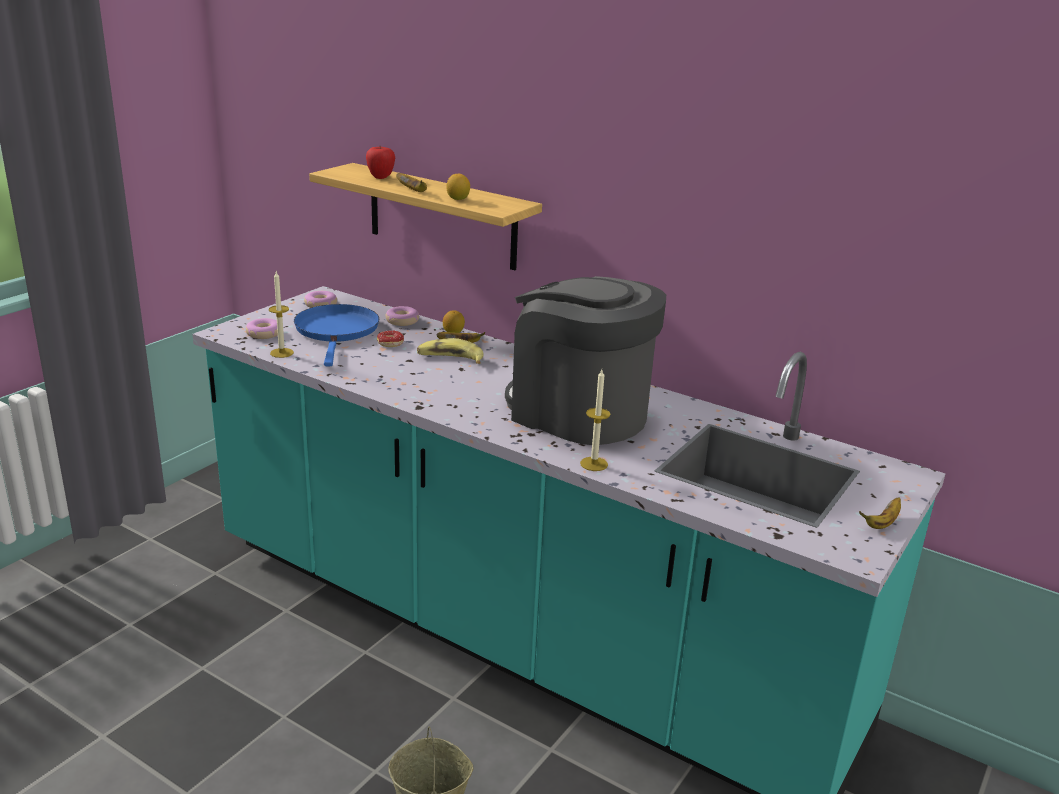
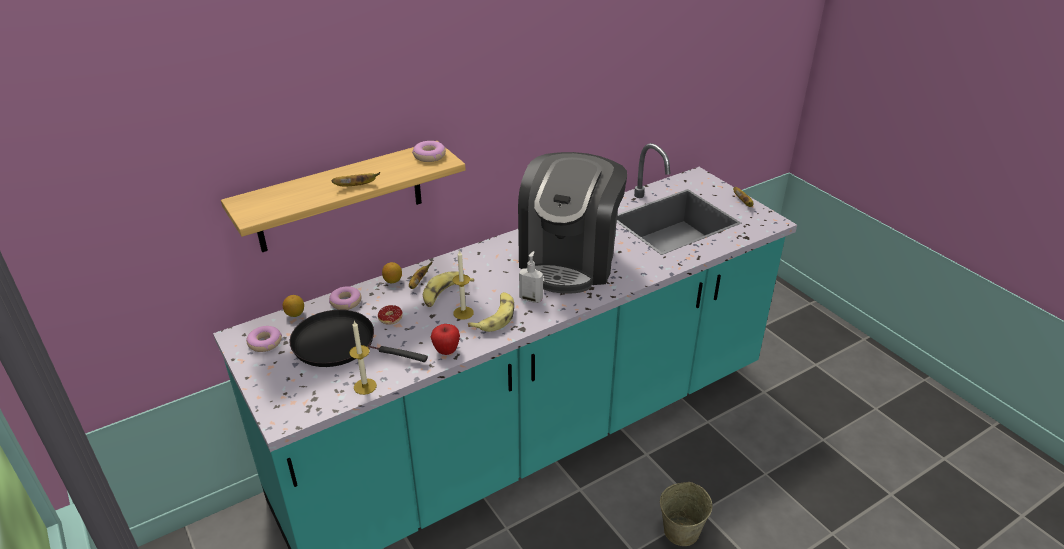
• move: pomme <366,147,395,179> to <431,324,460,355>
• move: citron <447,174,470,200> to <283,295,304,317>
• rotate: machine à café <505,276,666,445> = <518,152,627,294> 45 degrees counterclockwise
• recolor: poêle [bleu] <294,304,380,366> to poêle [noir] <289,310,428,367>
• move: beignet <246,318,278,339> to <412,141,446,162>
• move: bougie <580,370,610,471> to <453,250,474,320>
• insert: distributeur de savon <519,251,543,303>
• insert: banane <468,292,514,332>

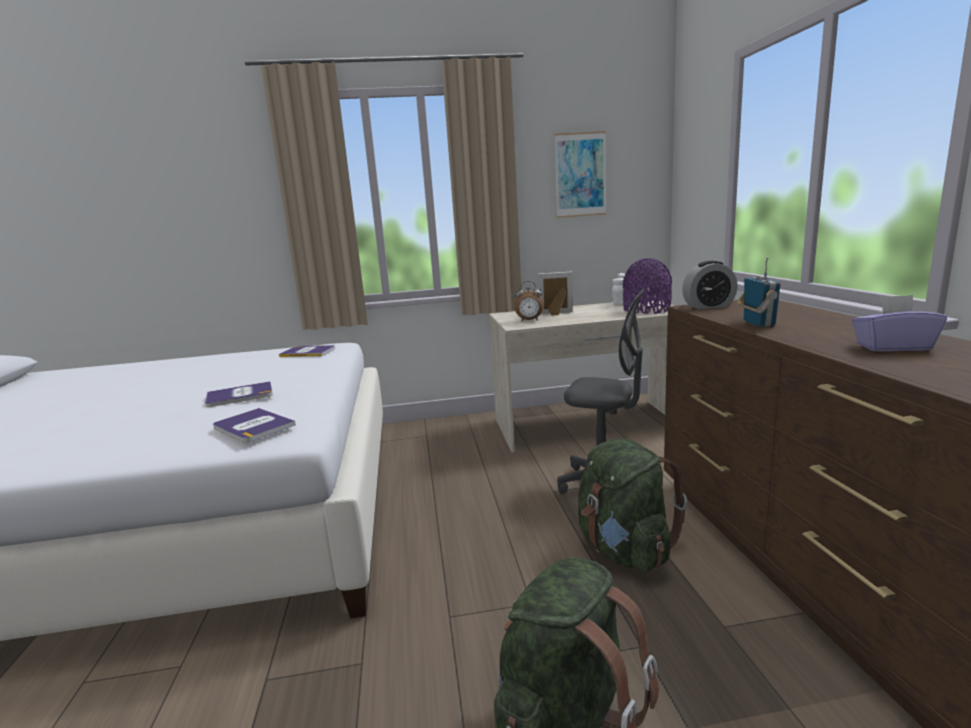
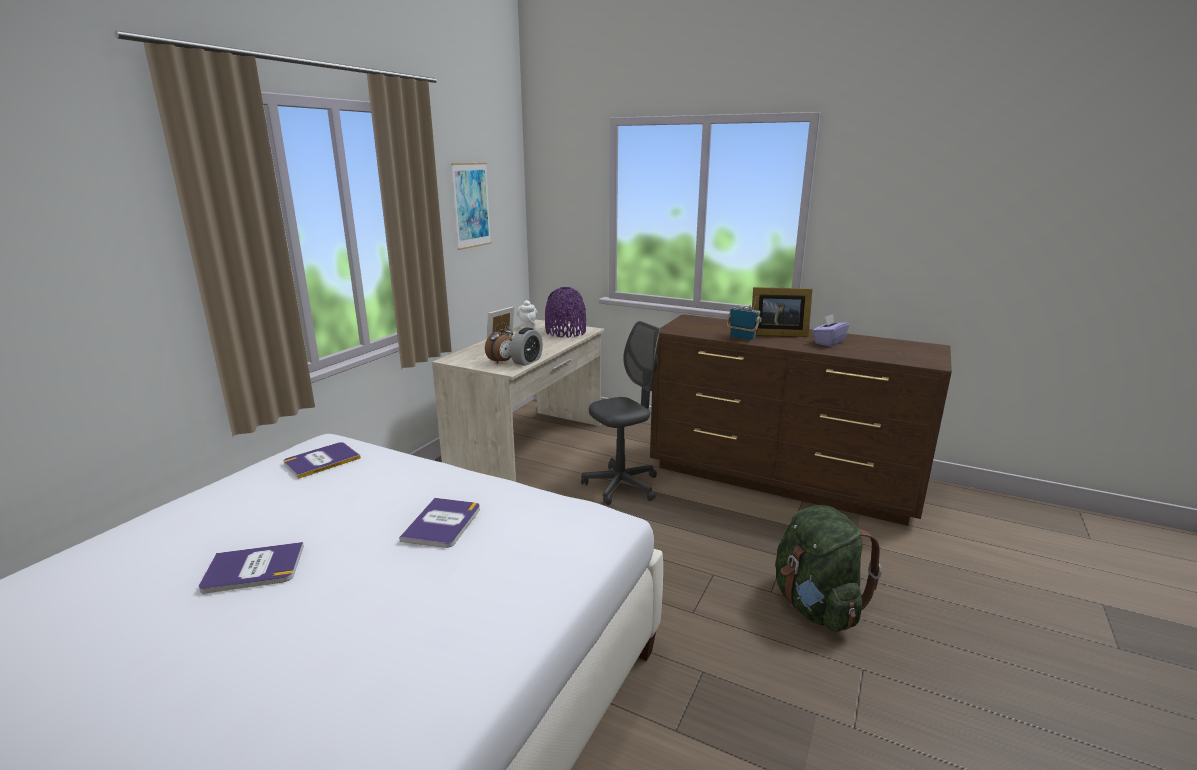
• move: réveil <682,261,738,309> to <510,327,543,366>
• move: livre <213,408,296,442> to <199,542,304,593>
• delete: sac à dos [vert] <578,439,687,572>
• insert: cadre photo <752,287,813,337>

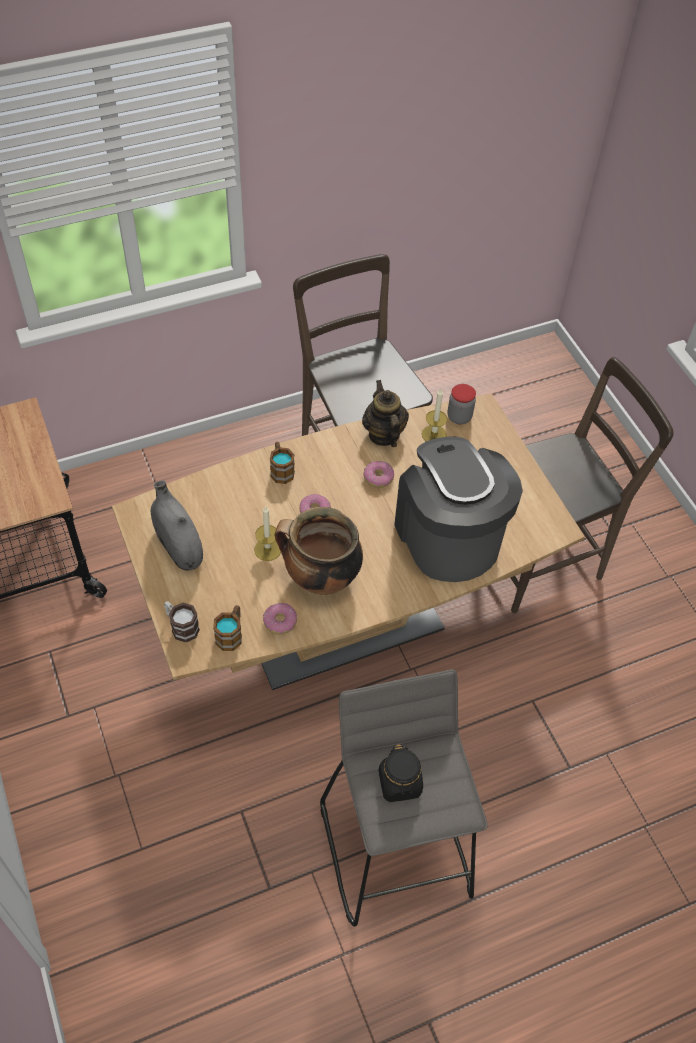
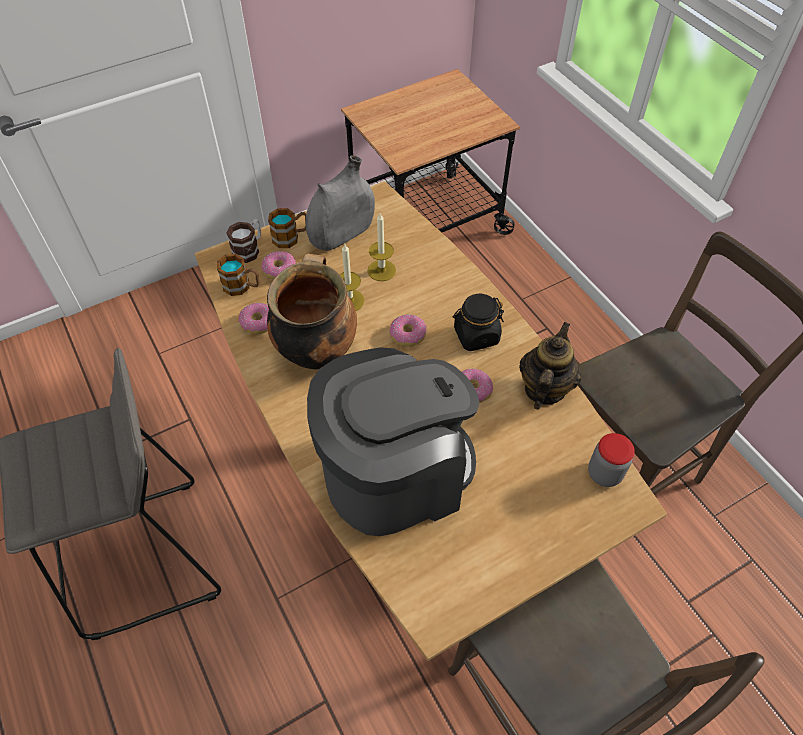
• rotate: théière <362,380,409,447> = <519,322,581,410> 45 degrees counterclockwise
• move: bougie <422,389,447,441> to <367,213,396,281>
• move: mug <270,442,295,484> to <268,208,306,248>
• move: bocal [noir] <378,744,423,802> to <453,294,504,351>
• insert: beignet <261,251,296,280>

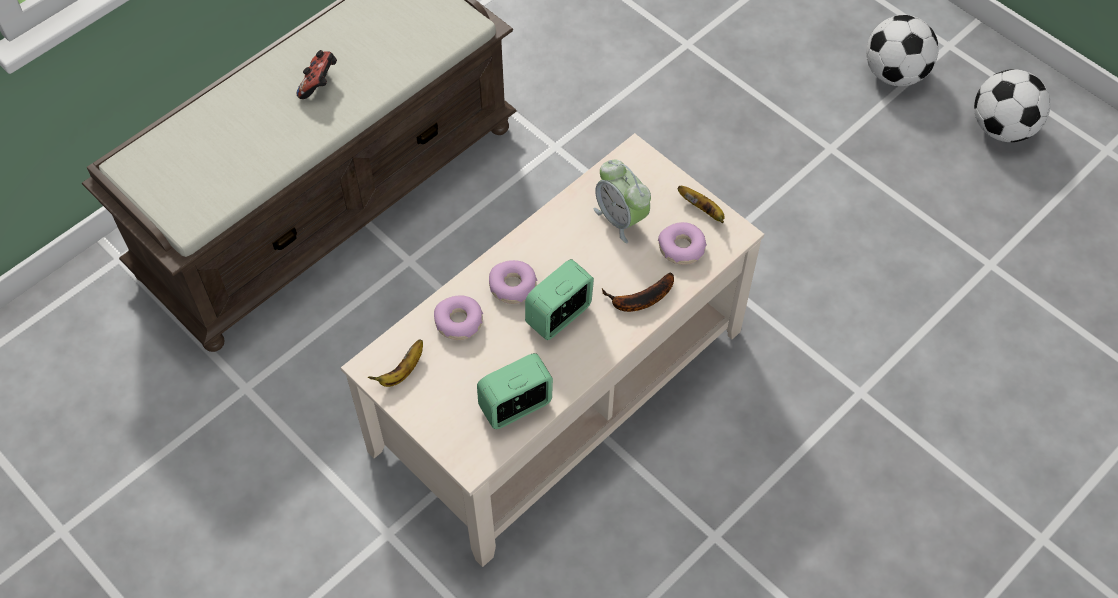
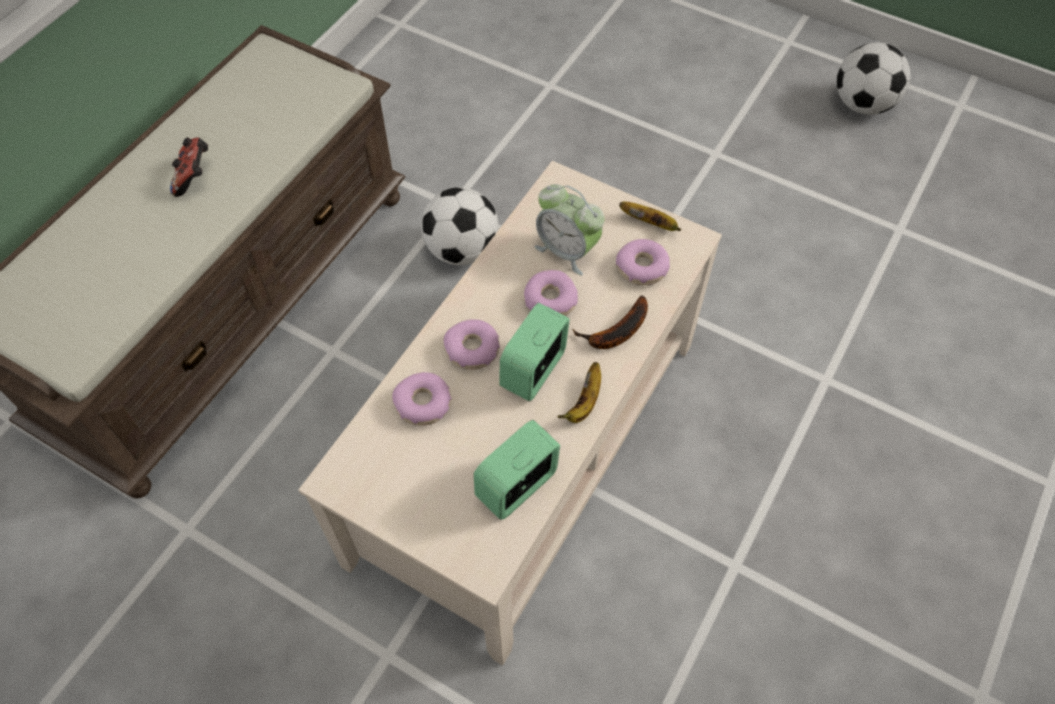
• move: ballon de foot <866,15,939,86> to <421,187,499,265>
• move: banane <368,339,423,387> to <557,362,601,423>
• insert: beignet <524,270,578,316>

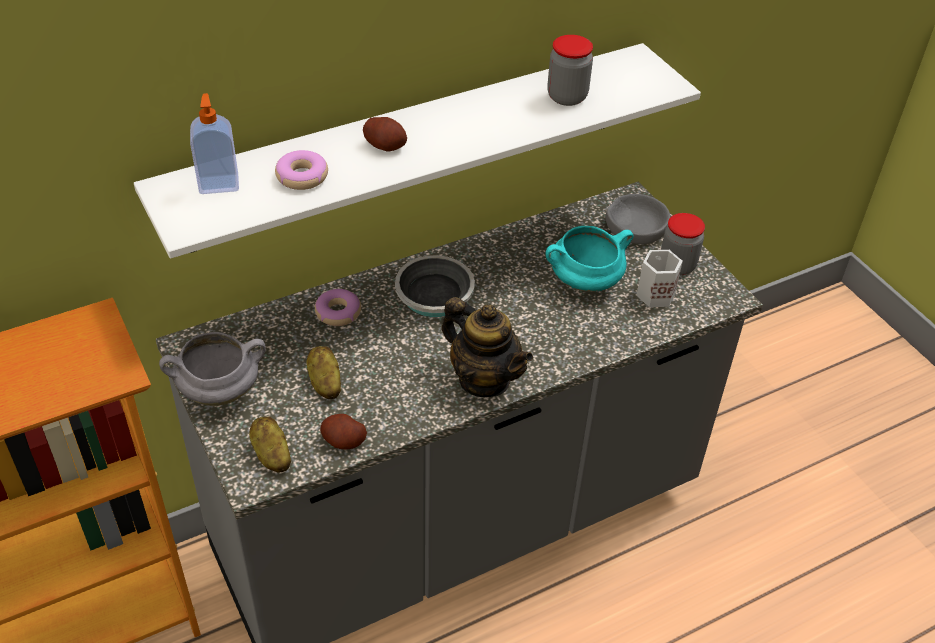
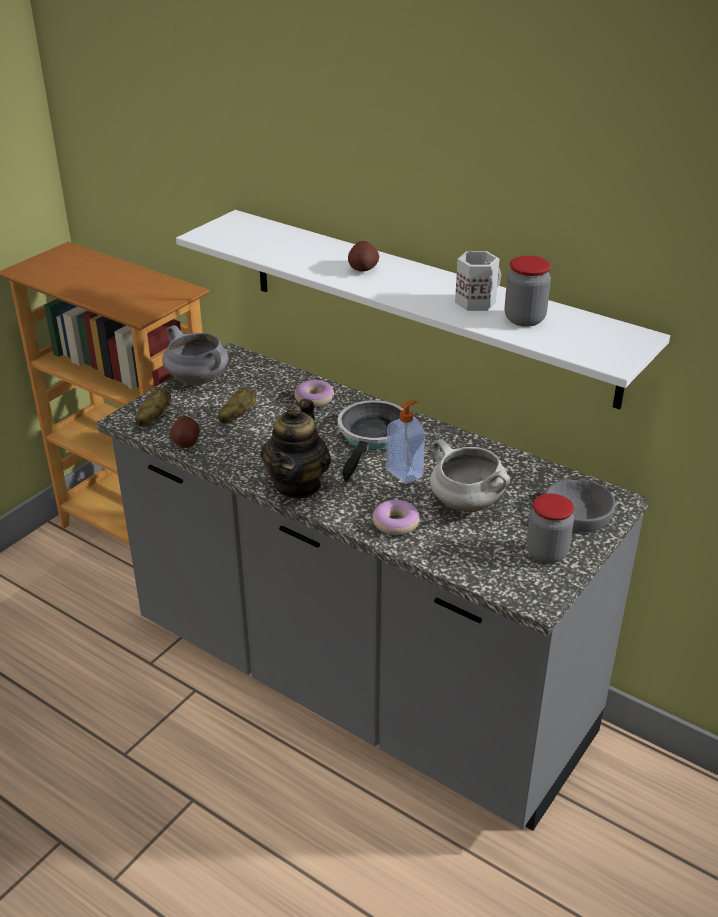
• move: distributeur de savon <190,93,239,194> to <386,400,425,484>
• move: beignet <275,150,328,190> to <373,500,420,535>
• recolor: marmite [turquoise] <545,226,634,292> to marmite [blanc] <430,439,510,512>
• move: mug [blanc] <637,250,683,307> to <455,251,502,311>

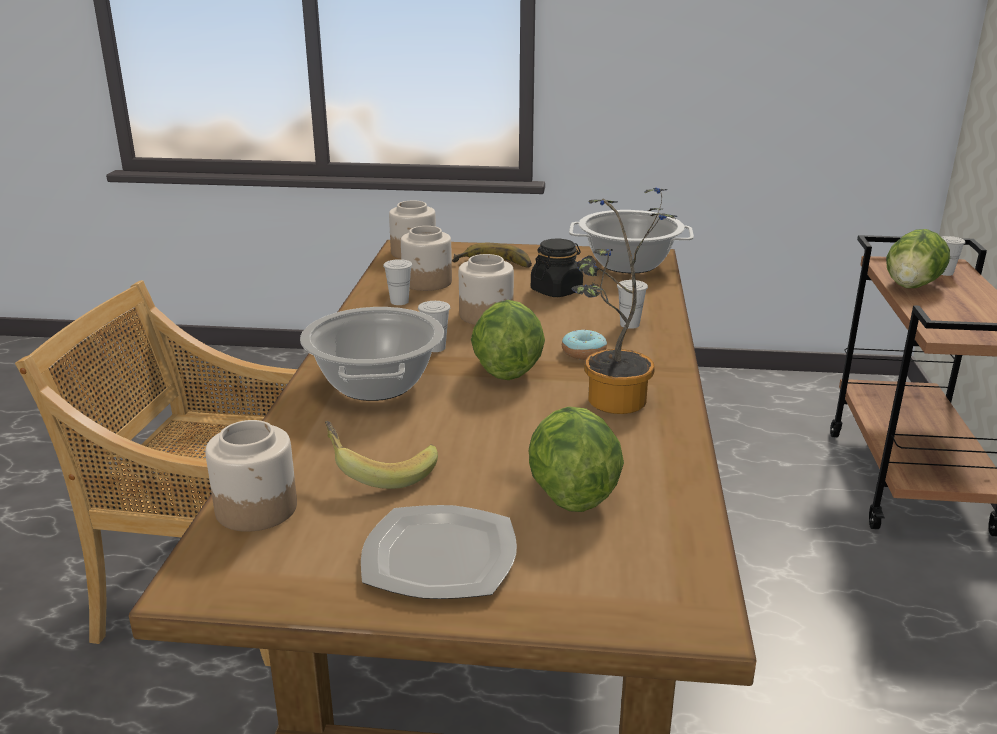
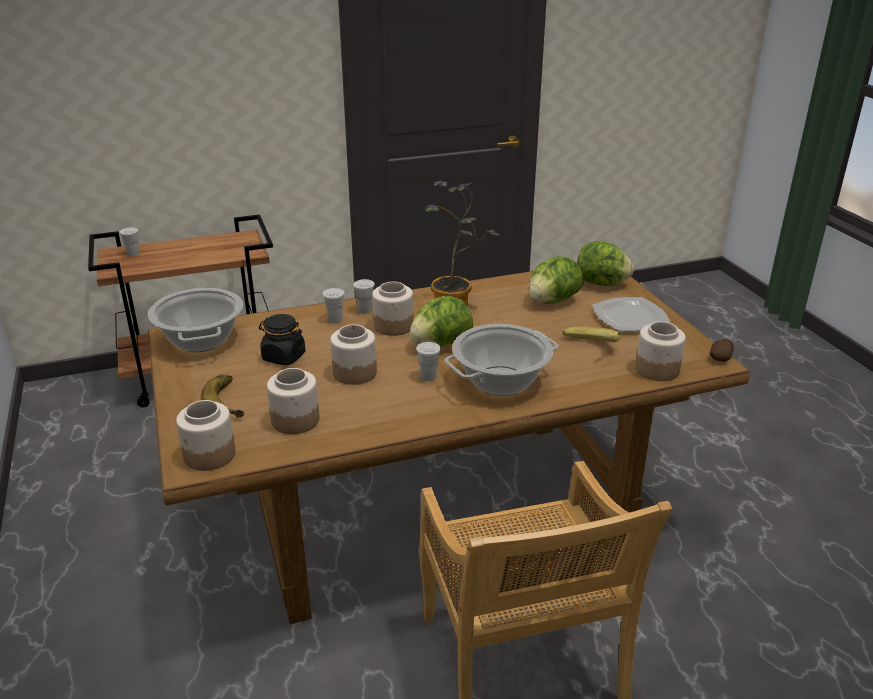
• move: laitue <886,229,950,288> to <577,241,634,286>
• move: tasse [blanc] <383,259,412,305> to <353,279,375,314>
• replace: beignet <562,330,607,360> to bocal <372,282,414,336>
• insert: pomme de terre <710,339,734,362>

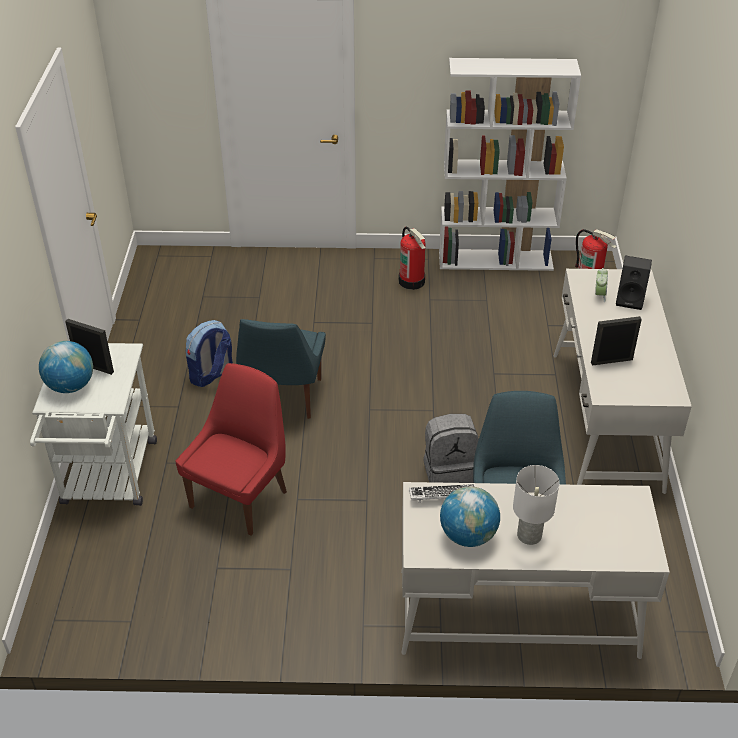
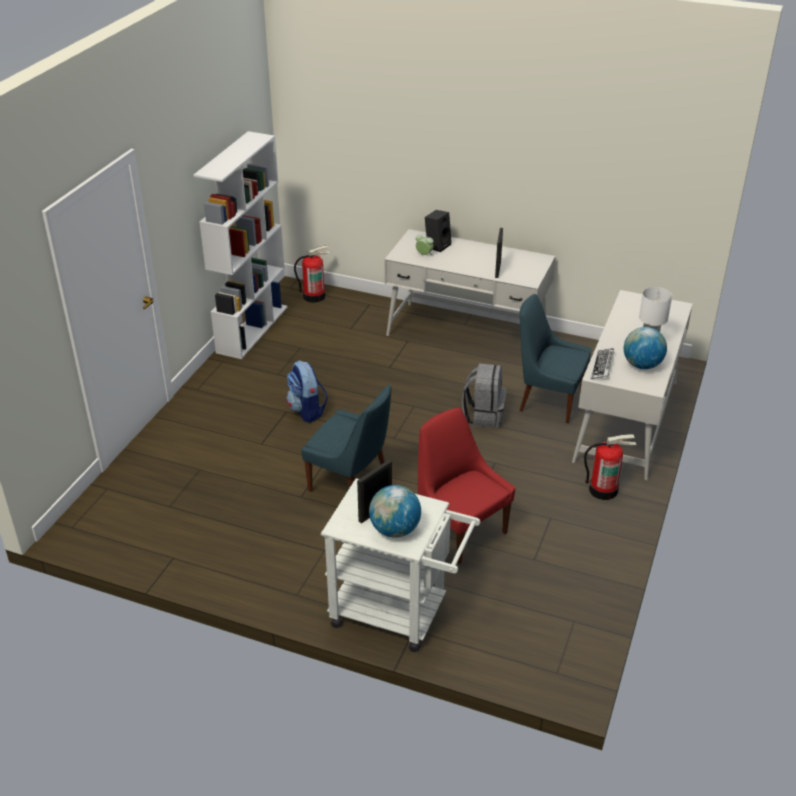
• move: extincteur <399,227,426,290> to <584,434,637,500>
• move: sac à dos <186,320,233,387> to <286,360,328,423>

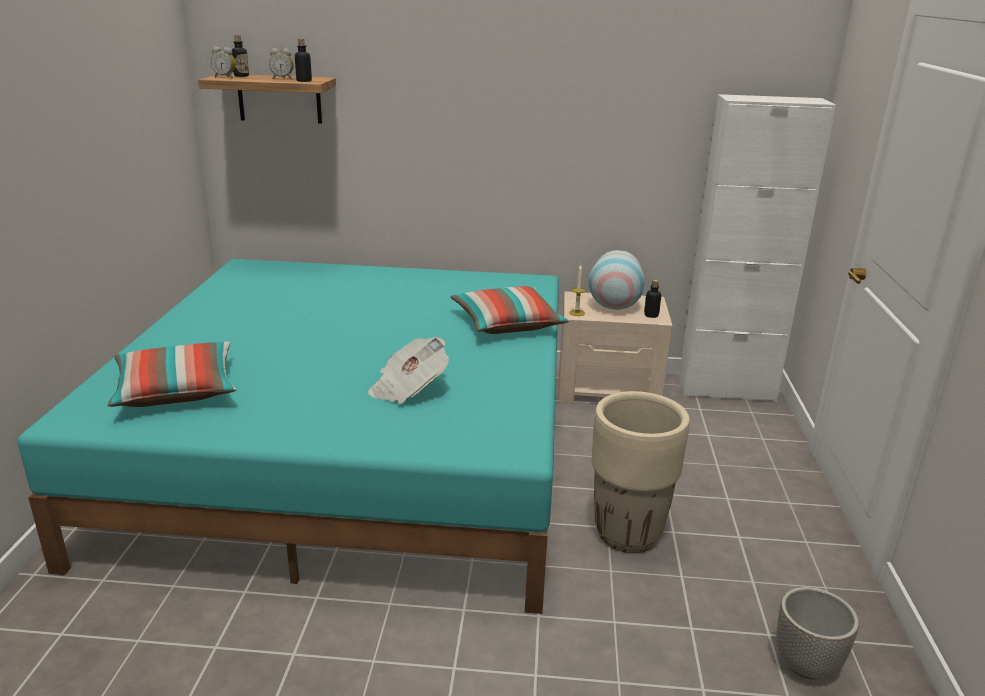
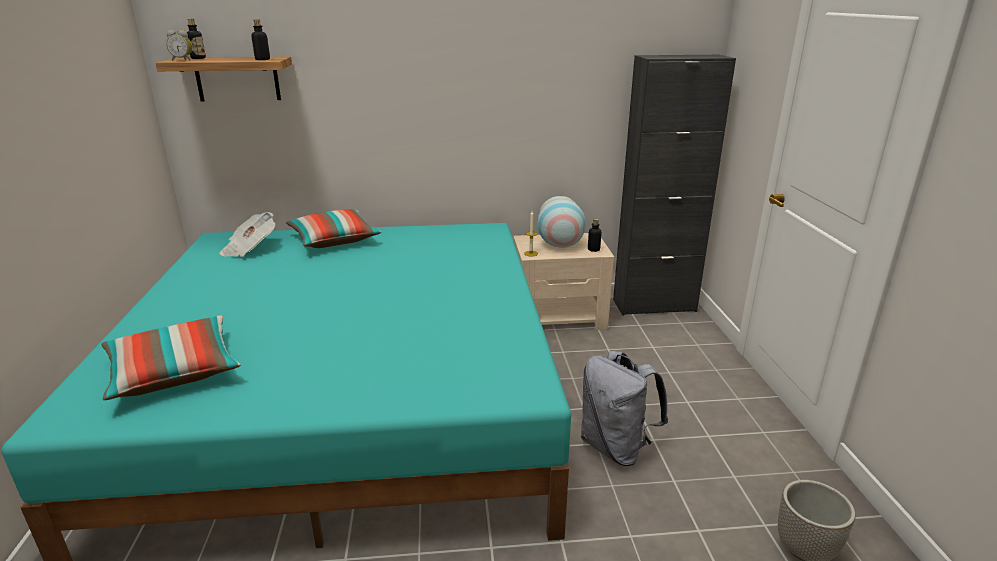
• delete: réveil <269,48,294,80>
• recolor: meuble de rangement [blanc] <679,94,836,402> to meuble de rangement [noir] <613,55,736,316>
• move: coussin <451,286,569,334> to <286,209,381,248>
• move: journal <368,337,449,404> to <220,212,275,257>
• replace: cache-pot [beige] <592,391,690,553> to sac à dos [gris] <581,351,668,466>

